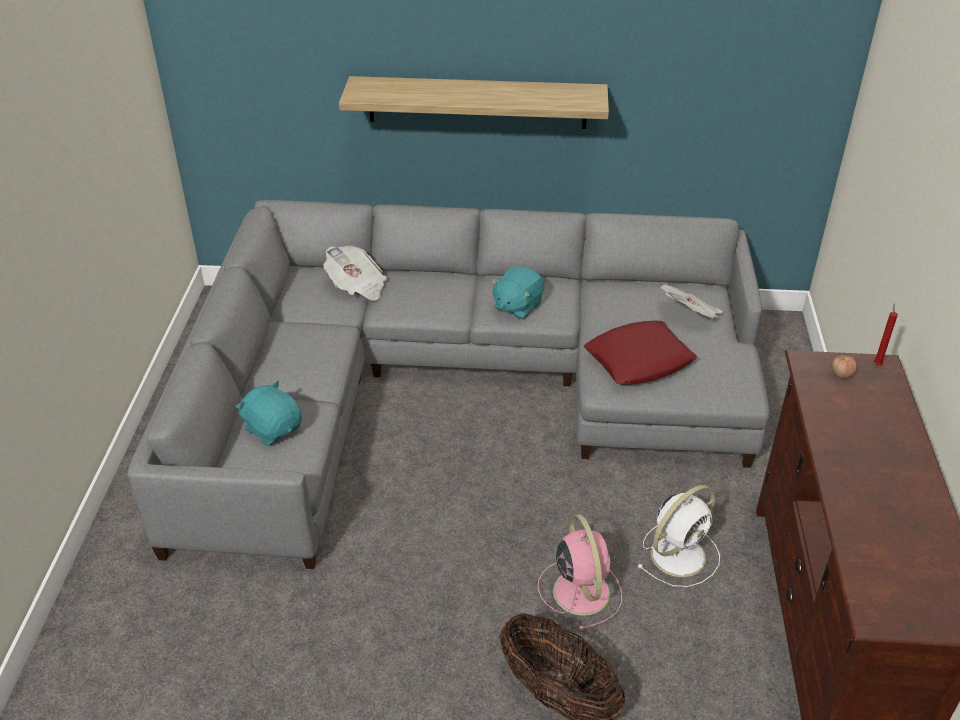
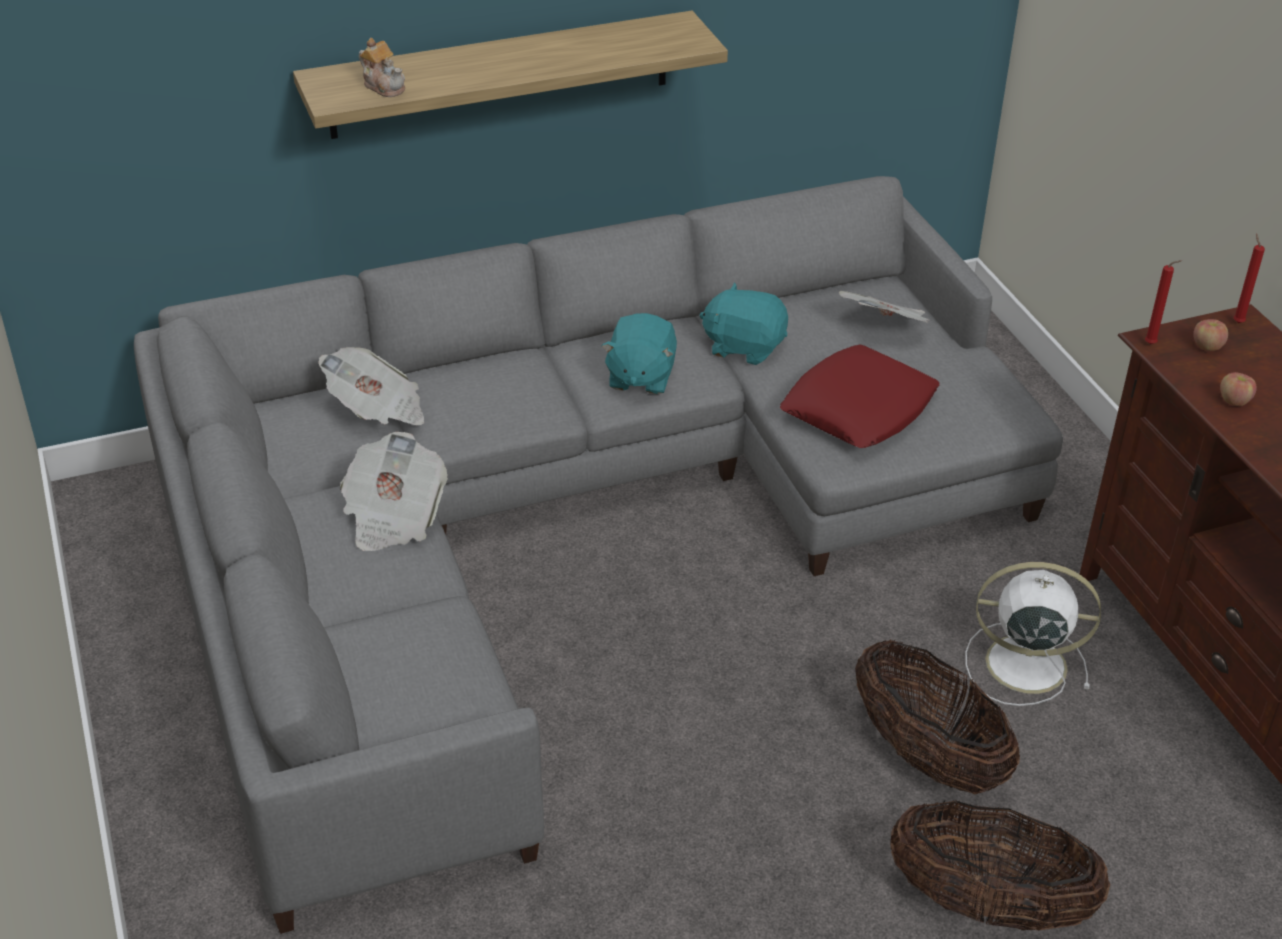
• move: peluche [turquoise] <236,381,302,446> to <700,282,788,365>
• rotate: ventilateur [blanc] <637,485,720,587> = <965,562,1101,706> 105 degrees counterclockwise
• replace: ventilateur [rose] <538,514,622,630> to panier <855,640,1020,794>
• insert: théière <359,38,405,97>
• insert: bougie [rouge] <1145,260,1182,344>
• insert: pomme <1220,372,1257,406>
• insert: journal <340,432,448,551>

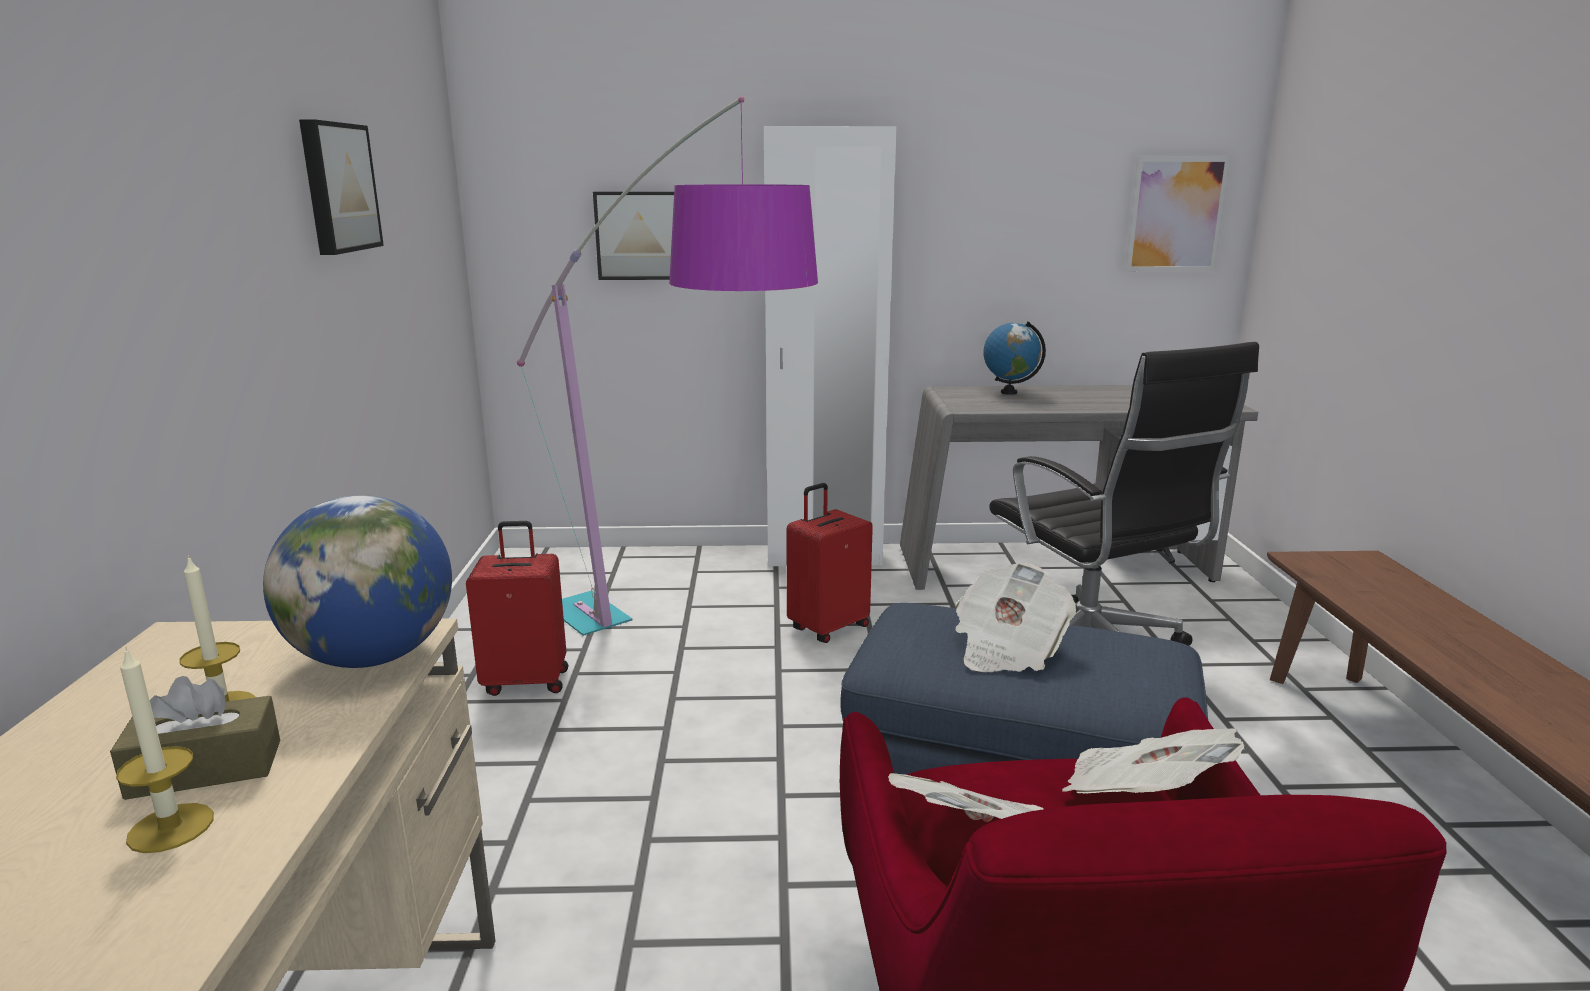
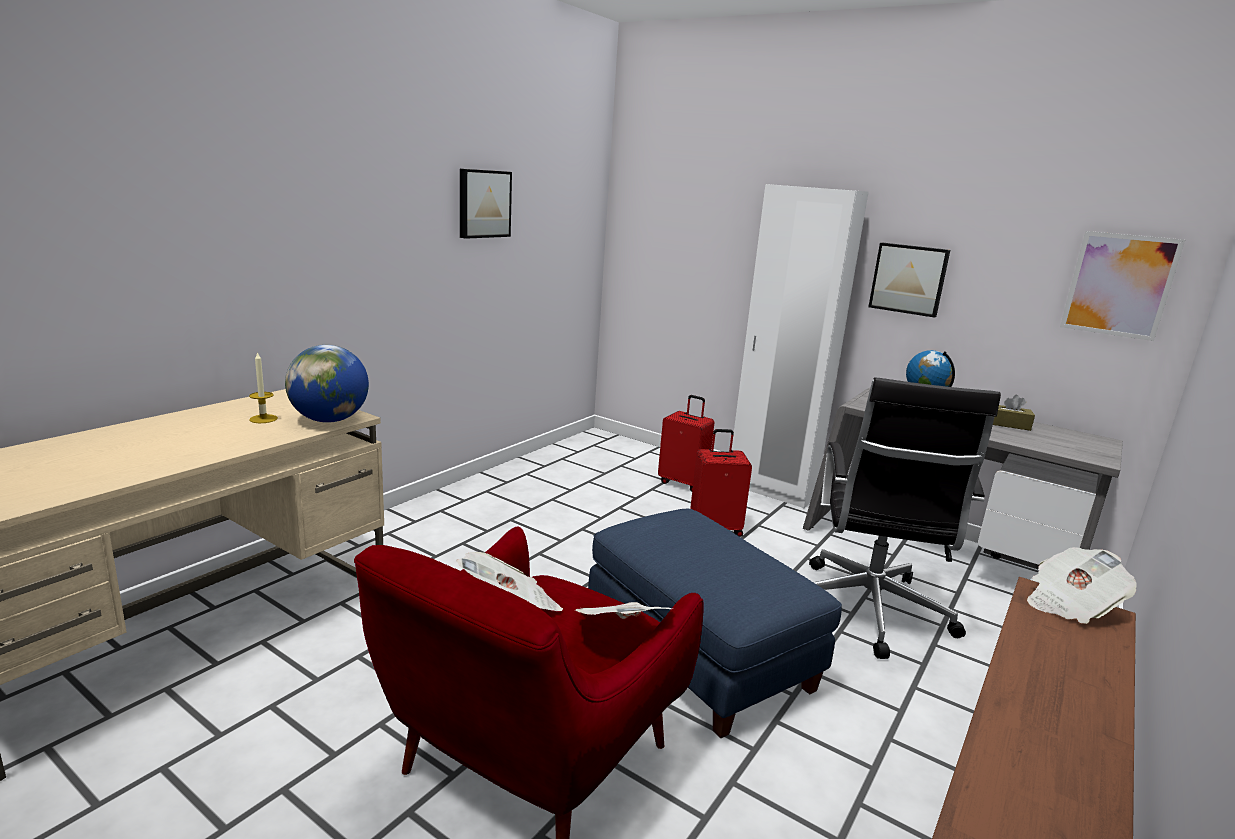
• delete: lampadaire <517,96,818,636>
• move: tableau <593,191,674,280> to <868,243,950,318>
• move: valise [rouge] <466,521,568,696> to <658,395,715,491>
• move: journal <955,562,1076,672> to <1027,547,1137,624>
• delete: bougie <116,647,214,853>
• move: boîte à mouchoirs [marron] <110,676,280,800> to <993,395,1035,431>

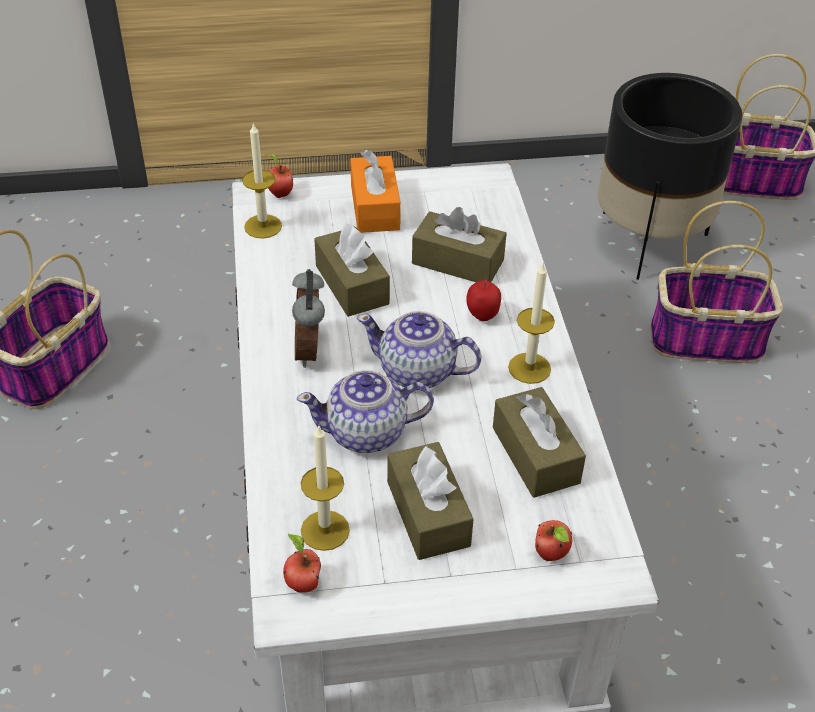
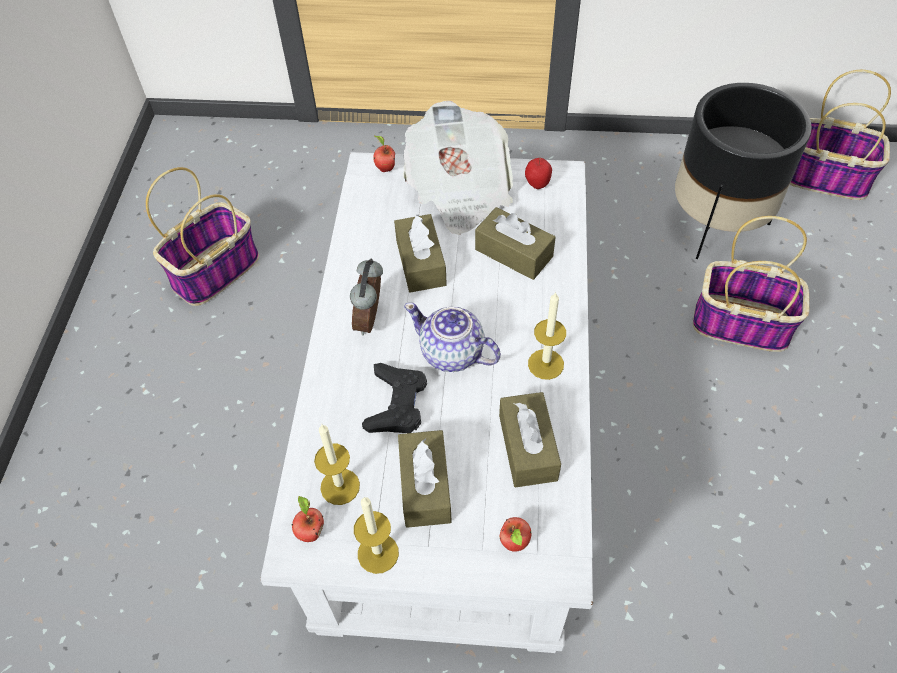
• move: bougie <242,122,282,239> to <354,497,399,574>
• replace: boîte à mouchoirs [orange] <350,150,401,233> to journal <403,101,513,235>
• move: pomme <466,279,501,321> to <525,157,552,189>
• replace: théière <297,370,434,453> to manette [noir] <362,363,427,433>

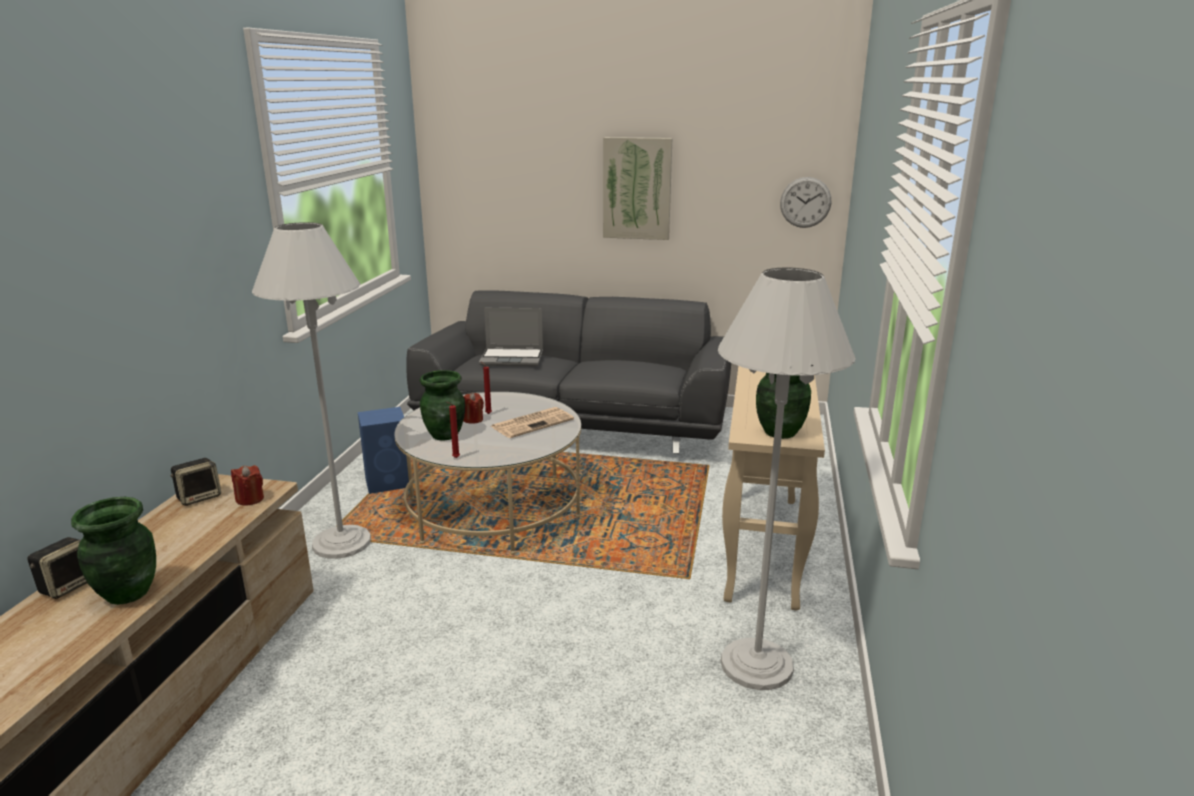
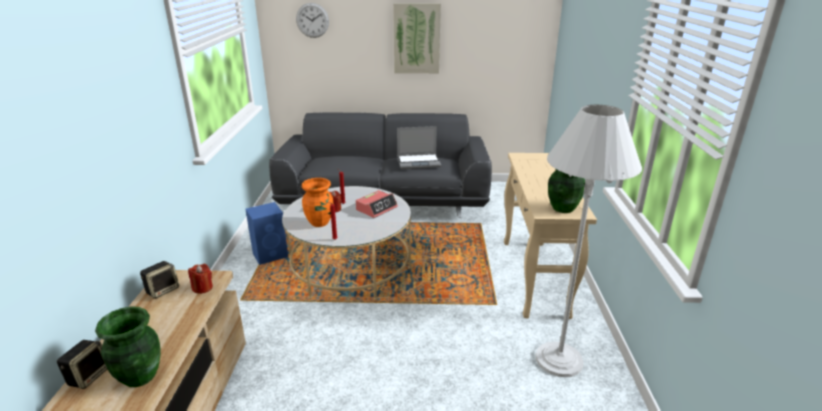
• move: horloge murale <780,177,831,228> to <296,3,329,38>
• delete: lampadaire [blanc] <252,222,371,559>
• move: ordinateur portable <479,308,543,366> to <397,126,441,169>
• recolor: vase [vert] <420,370,465,440> to vase [orange] <302,178,333,227>
• replace: journal <491,407,574,438> to réveil <356,190,398,218>

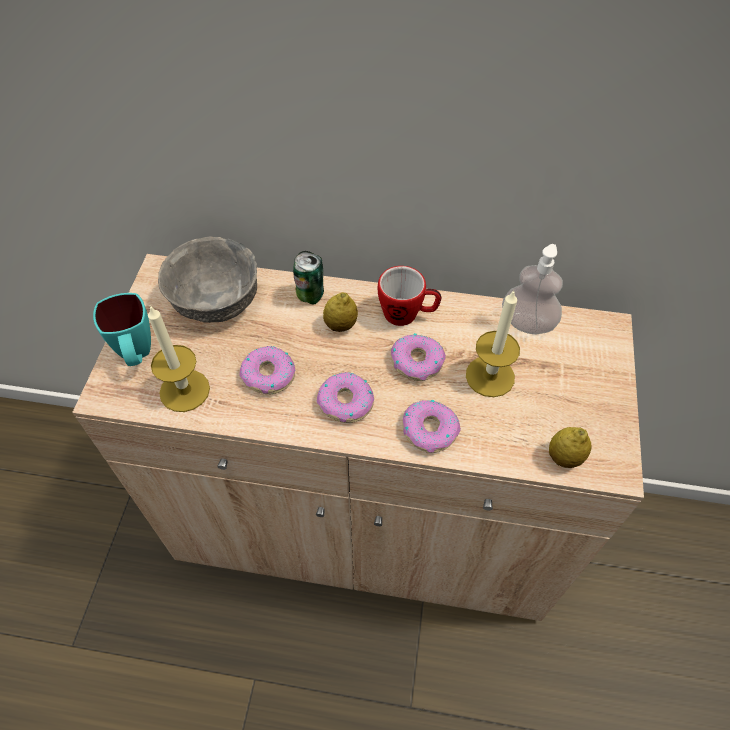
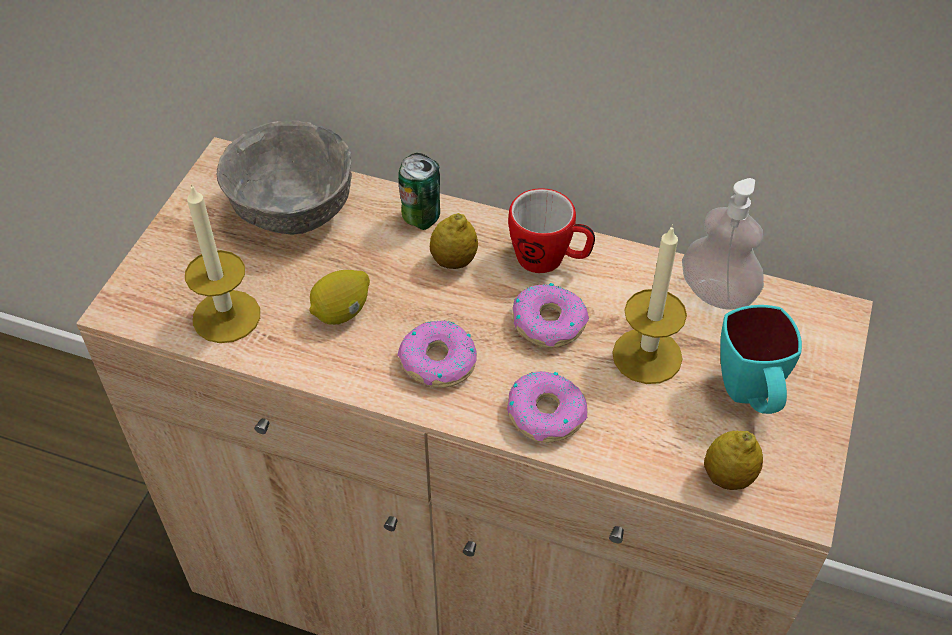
• move: mug [turquoise] <93,293,151,366> to <720,305,802,414>
• replace: beignet <240,346,295,394> to citron <309,270,370,325>

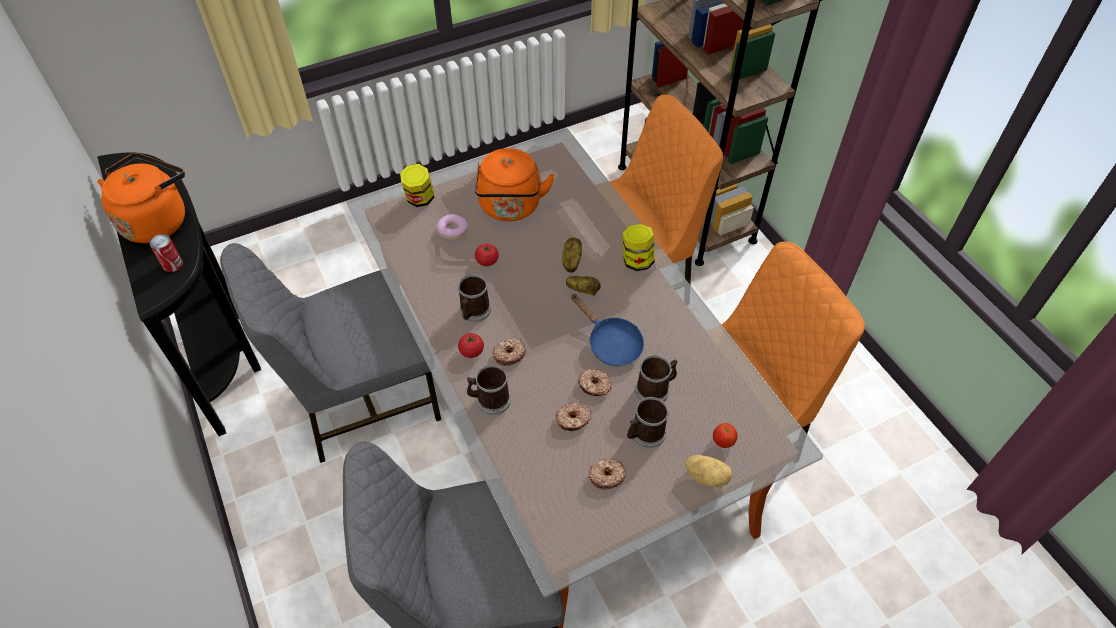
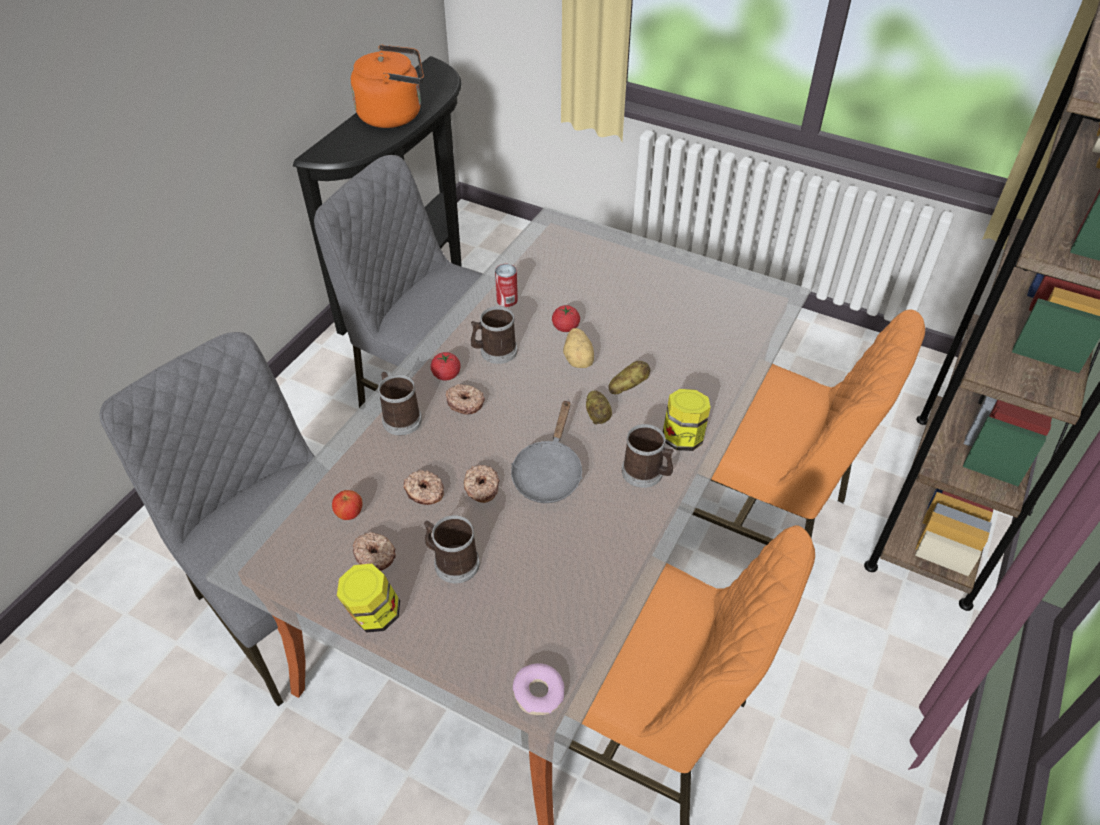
• delete: bouilloire [orange] <475,148,555,221>
• move: bocal <400,164,434,207> to <337,564,400,633>
• move: beignet <436,214,468,240> to <513,663,564,715>
• move: boîte métallique <150,234,183,272> to <495,264,518,307>
• recolor: poêle [bleu] <571,294,644,366> to poêle [gris] <511,399,582,503>
• move: mug <635,355,678,401> to <622,424,674,488>
• move: pomme <713,423,738,448> to <332,490,363,520>
• move: pomme de terre <685,455,732,488> to <563,328,594,368>

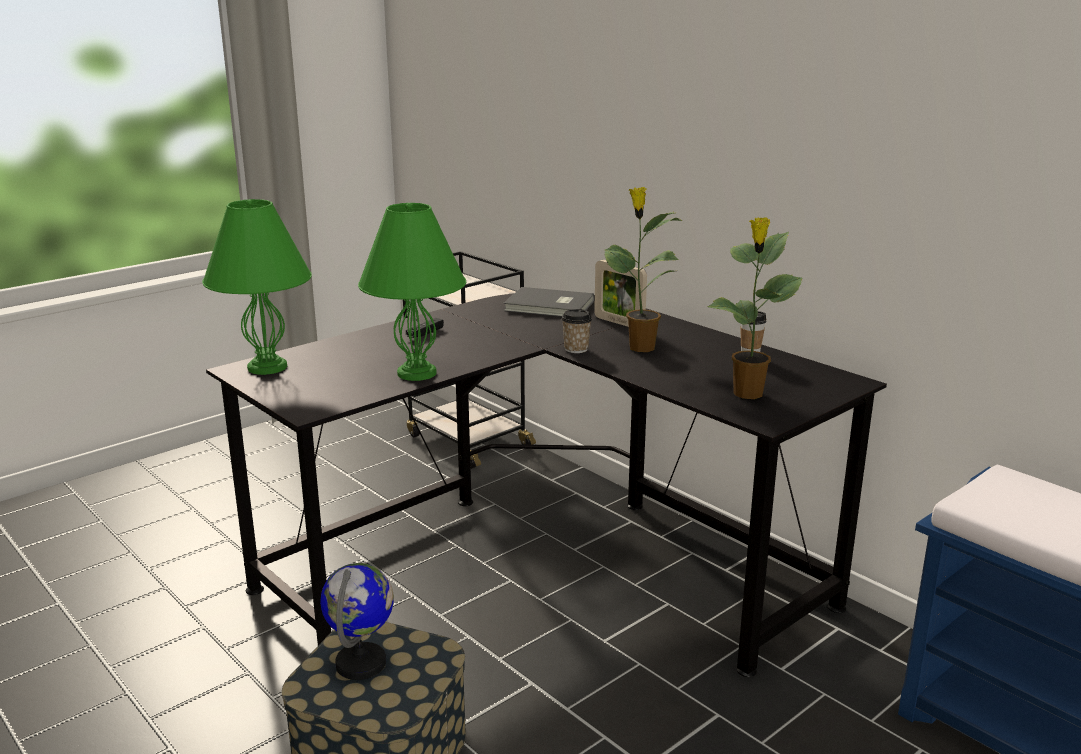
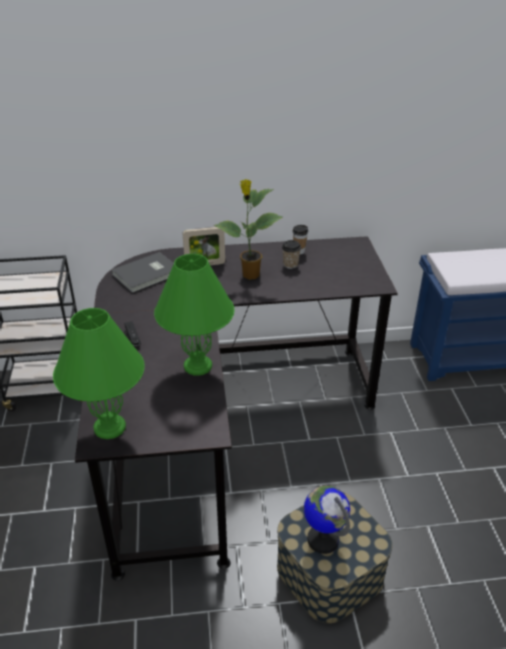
• delete: plante en pot <708,217,802,399>
• move: tasse <562,309,592,353> to <282,240,301,269>

